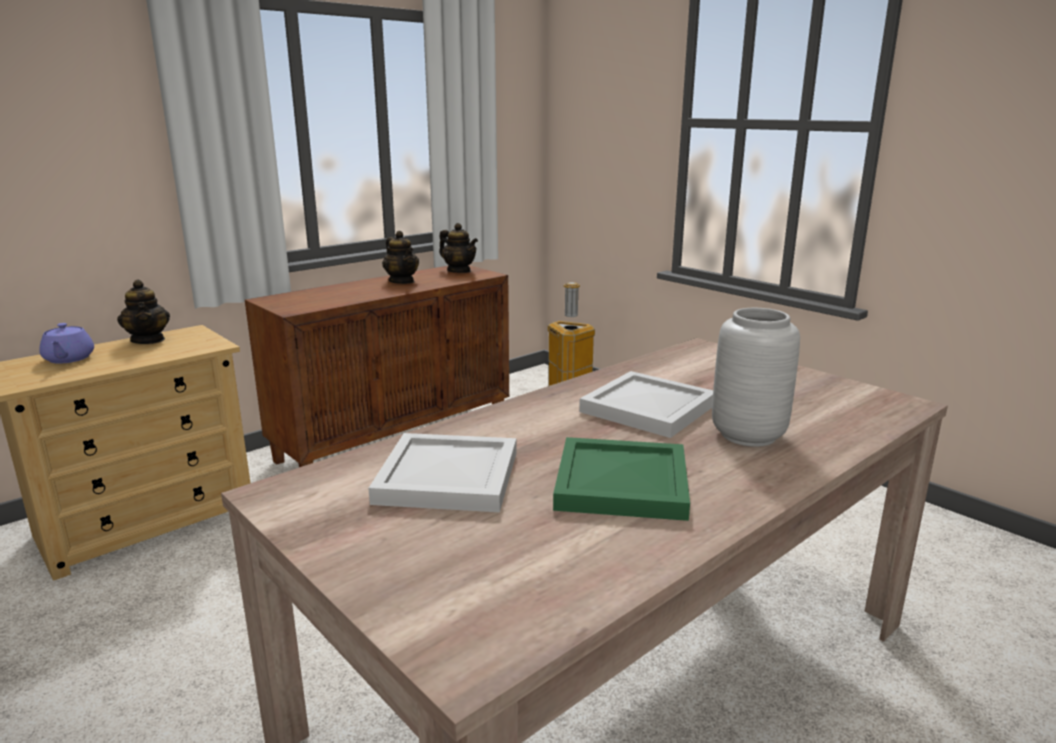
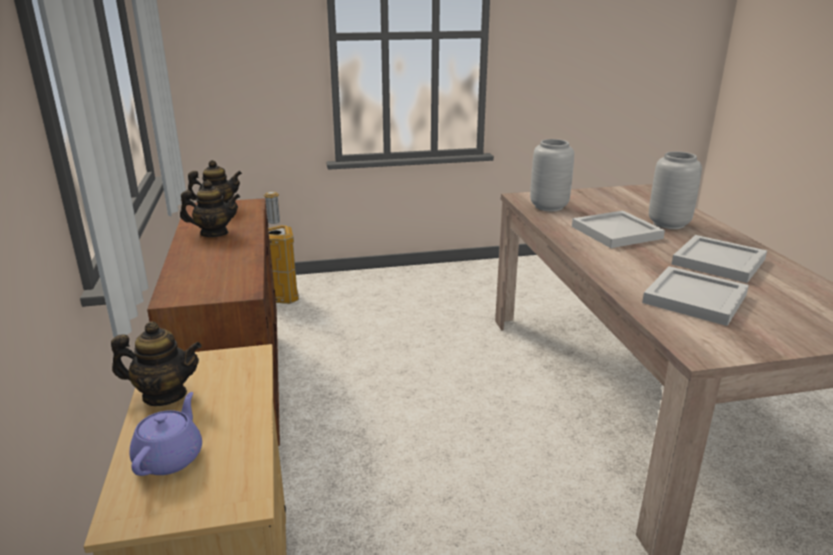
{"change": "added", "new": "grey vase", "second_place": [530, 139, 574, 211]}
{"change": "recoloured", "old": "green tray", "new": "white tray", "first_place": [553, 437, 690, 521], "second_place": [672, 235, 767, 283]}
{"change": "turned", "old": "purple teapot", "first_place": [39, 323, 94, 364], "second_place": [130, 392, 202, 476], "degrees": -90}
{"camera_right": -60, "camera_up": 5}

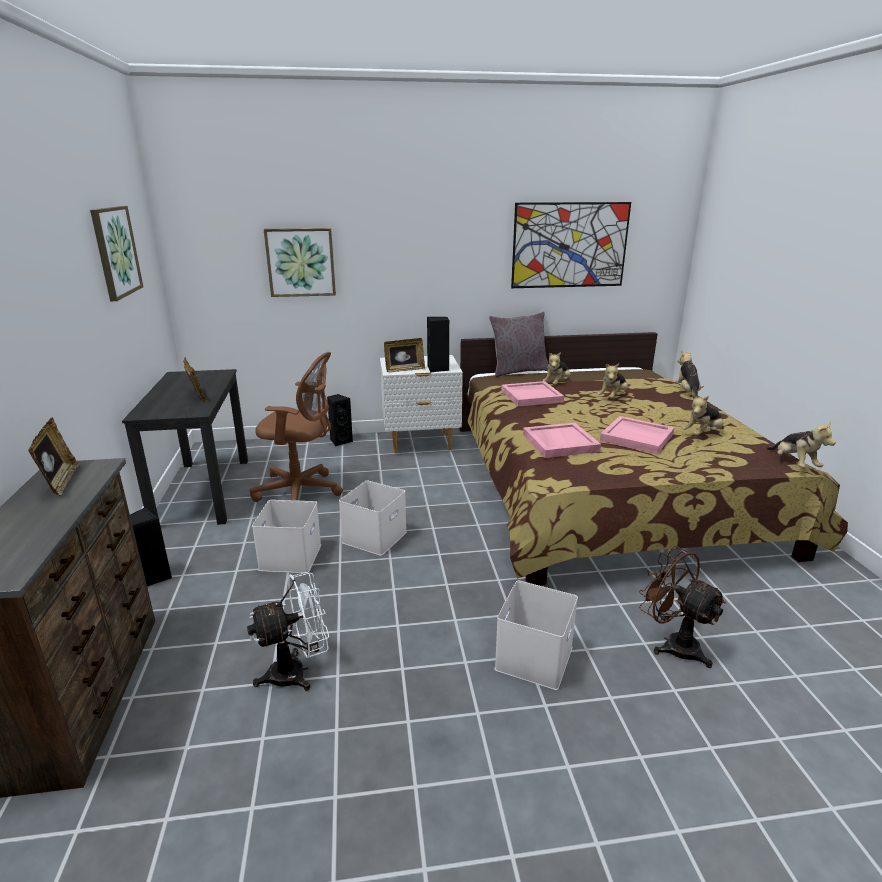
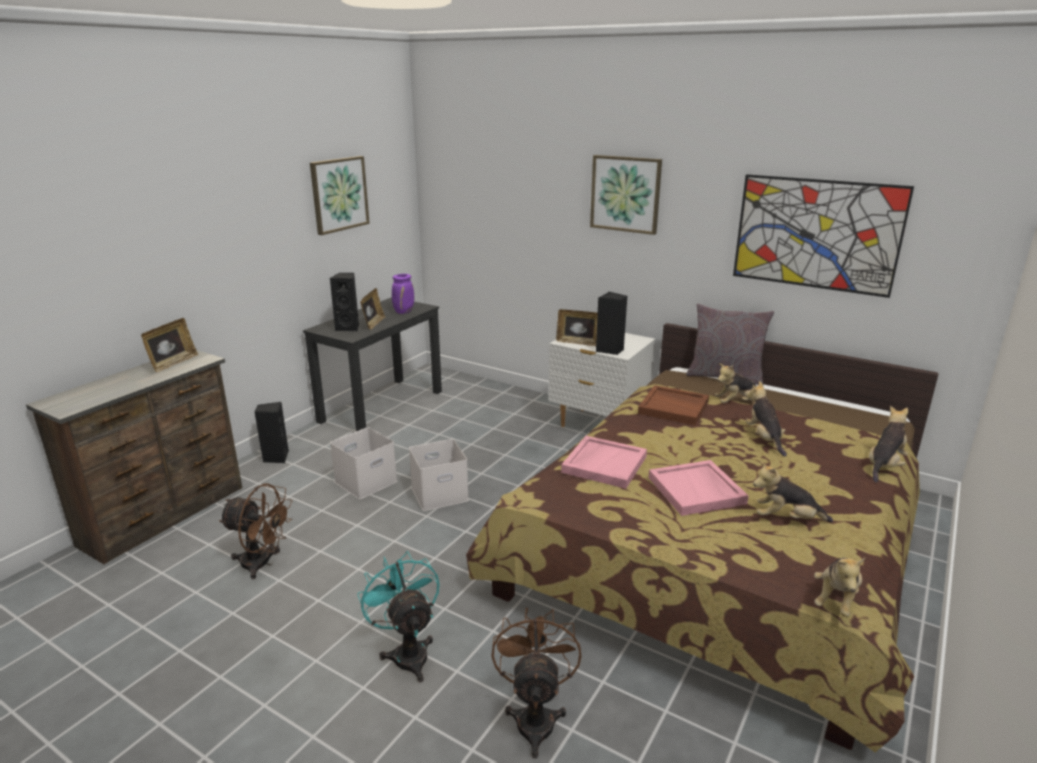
{"change": "removed", "old": "brown office chair", "first_place": [250, 352, 343, 502]}
{"change": "added", "new": "purple vase", "second_place": [392, 274, 414, 314]}
{"change": "moved", "old": "picture", "first_place": [264, 228, 336, 297], "second_place": [590, 155, 662, 235]}
{"change": "moved", "old": "black speaker", "first_place": [327, 394, 353, 446], "second_place": [330, 273, 359, 331]}
{"change": "replaced", "old": "white storage box", "new": "turquoise fan", "first_place": [495, 580, 578, 690], "second_place": [357, 551, 439, 682]}
{"change": "recoloured", "old": "white fan", "new": "brown fan", "first_place": [247, 572, 329, 691], "second_place": [219, 484, 292, 579]}
{"change": "recoloured", "old": "pink tray", "new": "brown tray", "first_place": [501, 381, 564, 407], "second_place": [638, 385, 709, 425]}
{"change": "turned", "old": "plush toy", "first_place": [597, 363, 628, 399], "second_place": [746, 381, 787, 457], "degrees": 90}
{"camera_right": 40, "camera_up": 0}

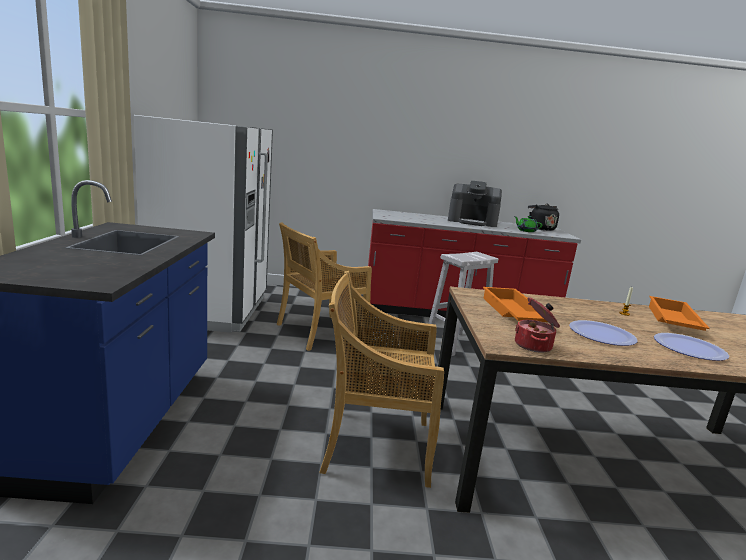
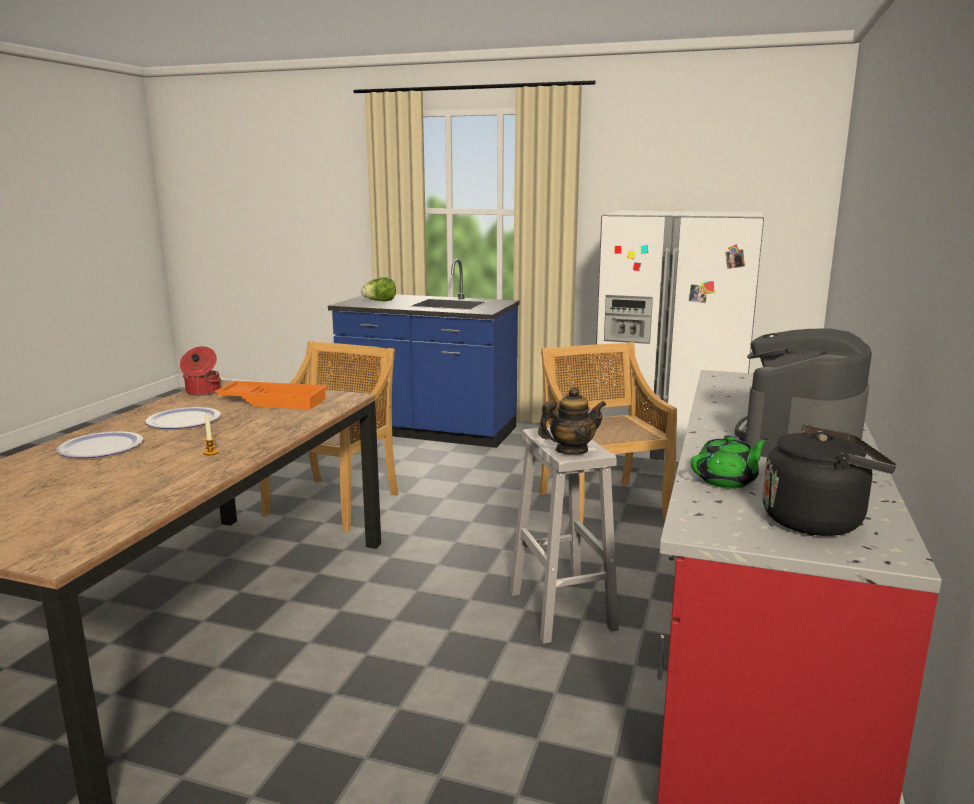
{"change": "removed", "old": "orange tray", "first_place": [649, 296, 710, 331]}
{"change": "added", "new": "lettuce", "second_place": [361, 277, 396, 301]}
{"change": "added", "new": "teapot", "second_place": [538, 387, 606, 455]}
{"camera_right": 110, "camera_up": 0}

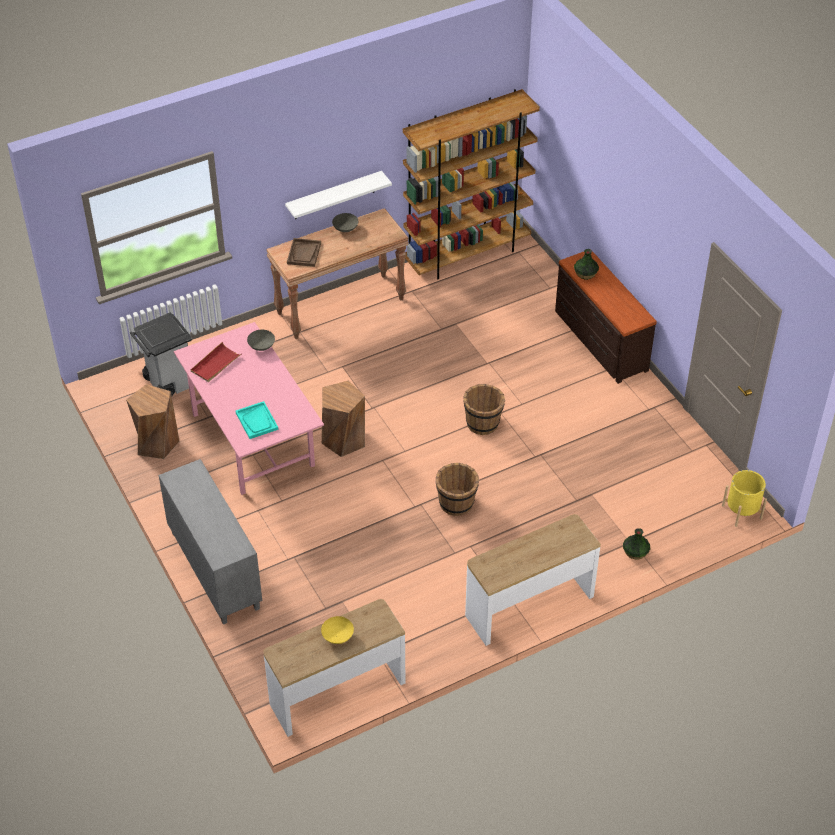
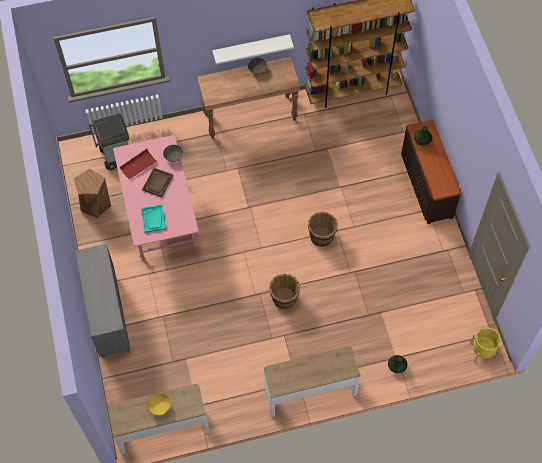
{"change": "removed", "old": "brown stool", "first_place": [322, 380, 365, 457]}
{"change": "moved", "old": "brown tray", "first_place": [287, 238, 321, 267], "second_place": [142, 168, 173, 197]}
{"camera_right": 15, "camera_up": 15}

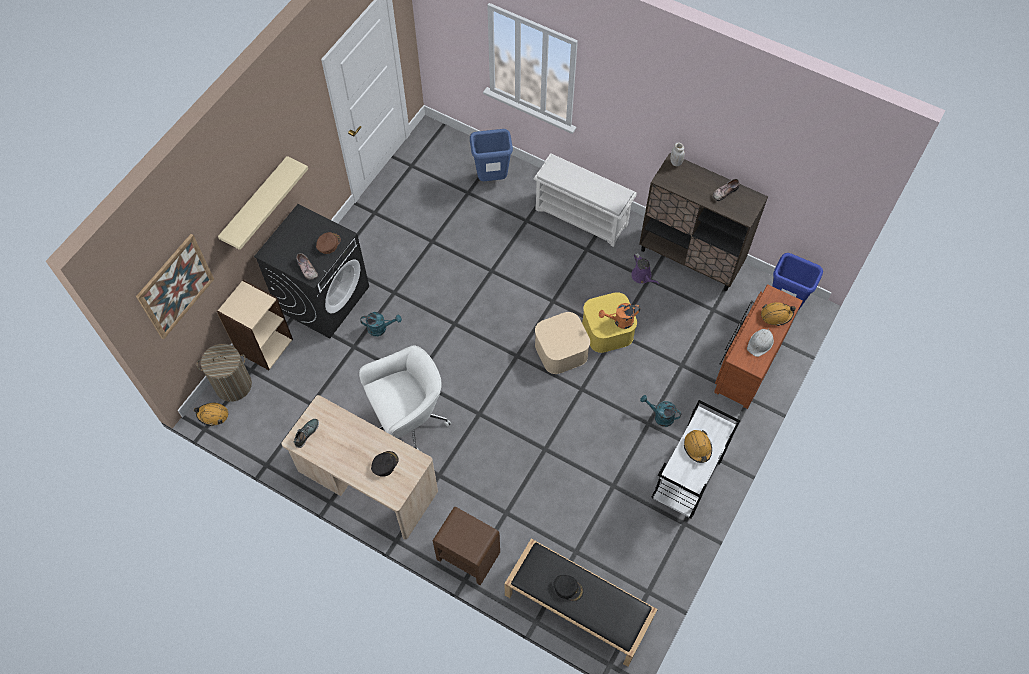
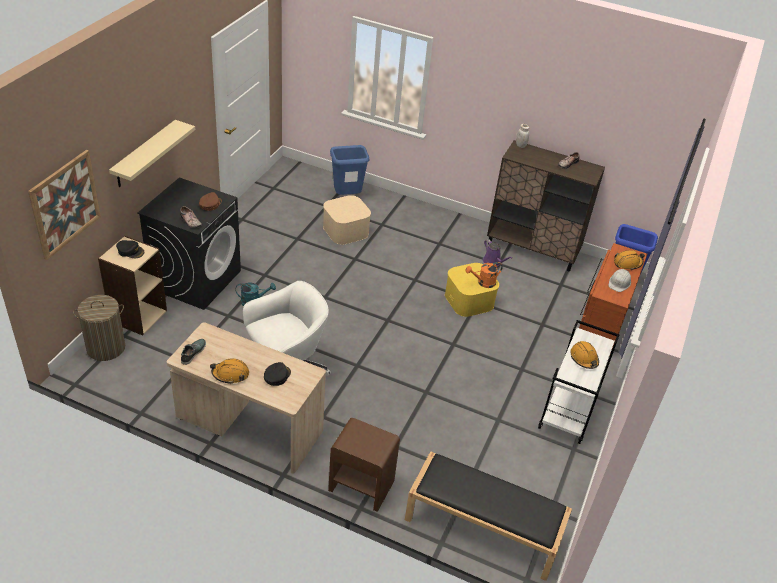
{"change": "removed", "old": "white shoe rack", "first_place": [533, 153, 637, 247]}
{"change": "removed", "old": "turquoise watering can", "first_place": [640, 395, 681, 427]}
{"change": "moved", "old": "orange hard hat", "first_place": [194, 403, 228, 426], "second_place": [210, 358, 249, 384]}
{"change": "moved", "old": "beige storage box", "first_place": [535, 312, 590, 374], "second_place": [323, 195, 371, 245]}
{"change": "moved", "old": "black cap", "first_place": [553, 575, 584, 601], "second_place": [116, 240, 144, 258]}
{"camera_right": -10, "camera_up": -20}

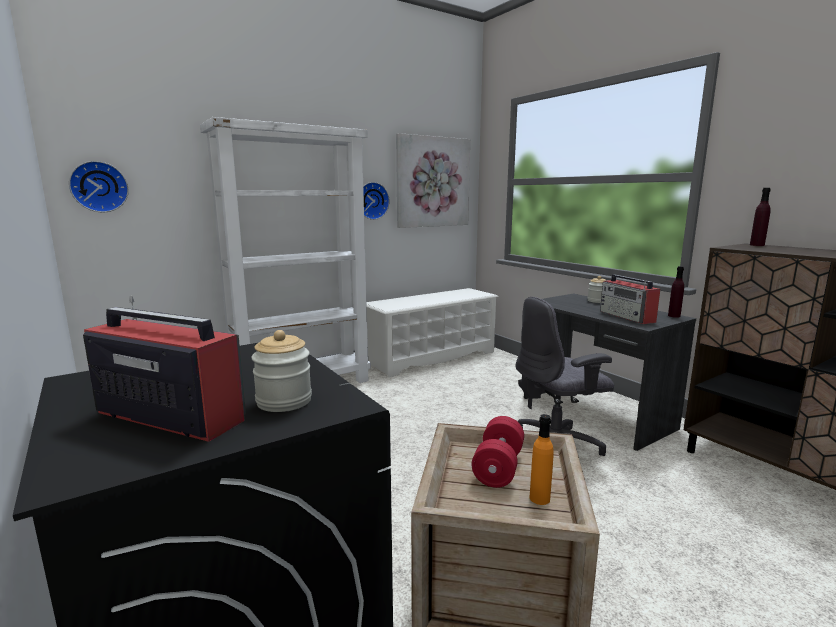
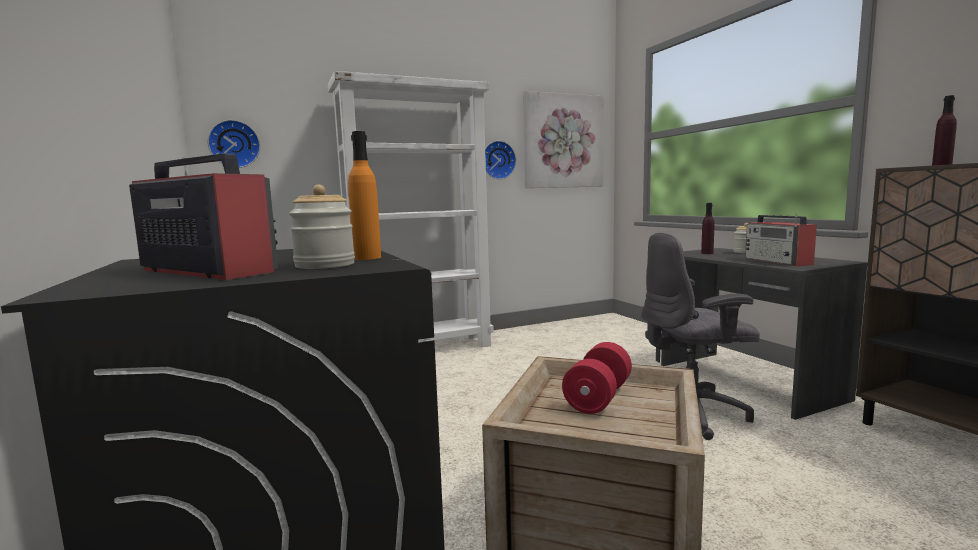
{"change": "removed", "old": "white shoe rack", "first_place": [366, 288, 499, 377]}
{"change": "moved", "old": "orange bottle", "first_place": [530, 414, 554, 505], "second_place": [348, 131, 381, 260]}
{"change": "moved", "old": "purple bottle", "first_place": [668, 266, 684, 318], "second_place": [701, 203, 715, 254]}
{"camera_right": 10, "camera_up": -5}

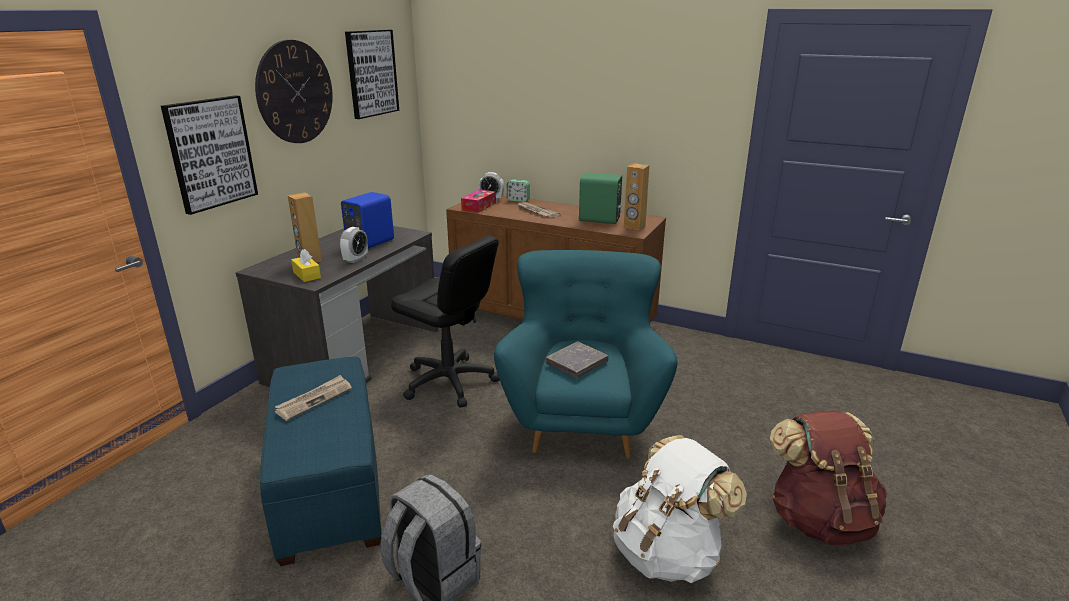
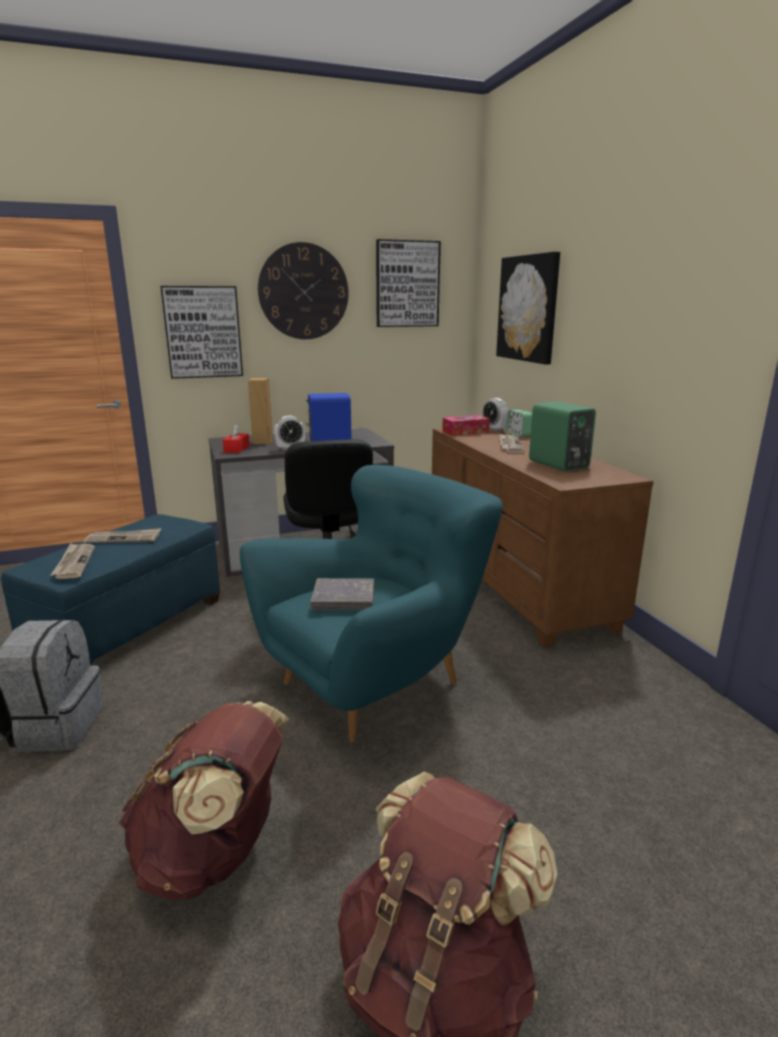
{"change": "removed", "old": "brown speaker", "first_place": [624, 163, 649, 230]}
{"change": "added", "new": "newspaper", "second_place": [51, 543, 95, 579]}
{"change": "added", "new": "picture", "second_place": [496, 251, 560, 365]}
{"change": "recoloured", "old": "yellow tissue box", "new": "red tissue box", "first_place": [291, 249, 321, 282], "second_place": [223, 424, 250, 453]}
{"change": "recoloured", "old": "white backpack", "new": "brown backpack", "first_place": [613, 435, 747, 583], "second_place": [119, 701, 289, 900]}
{"camera_right": 45, "camera_up": -5}

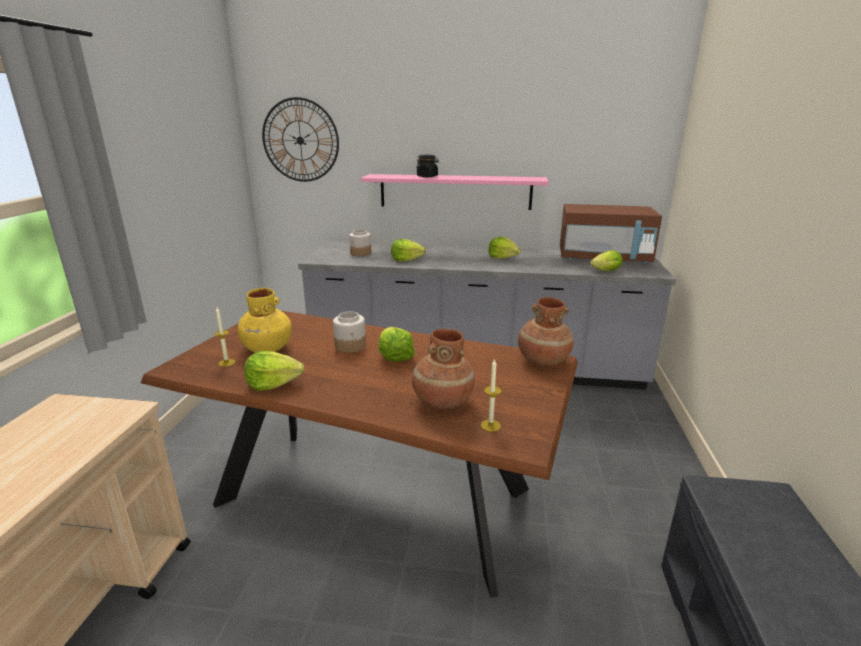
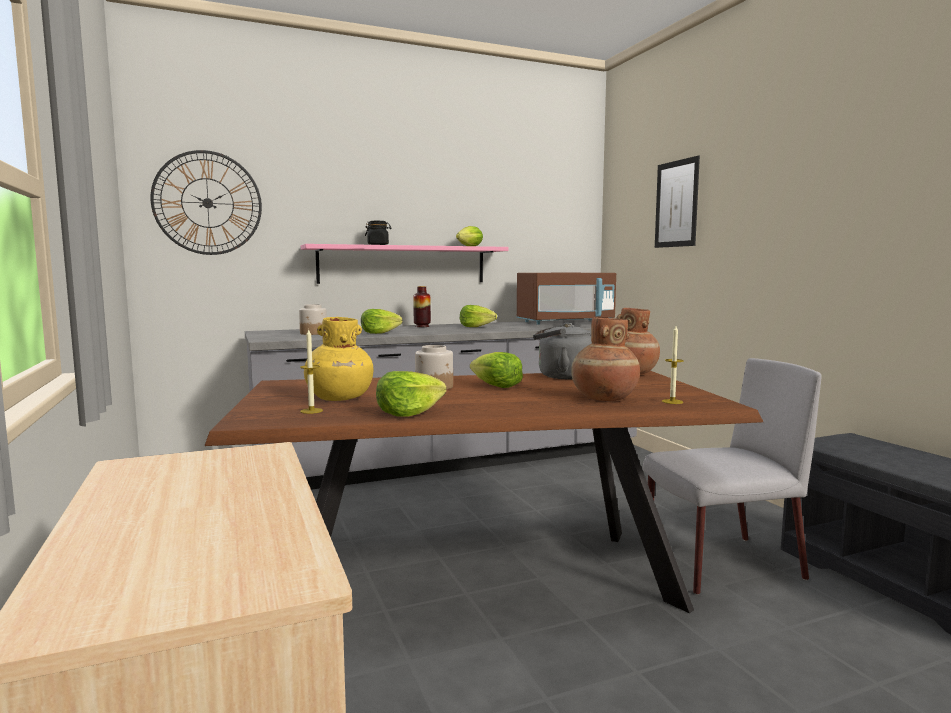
{"change": "added", "new": "vase", "second_place": [413, 286, 431, 327]}
{"change": "added", "new": "grey kettle", "second_place": [533, 323, 592, 379]}
{"change": "added", "new": "grey chair", "second_place": [643, 358, 821, 595]}
{"change": "added", "new": "picture", "second_place": [655, 155, 700, 248]}
{"change": "moved", "old": "lettuce", "first_place": [590, 250, 623, 271], "second_place": [456, 226, 483, 246]}
{"camera_right": -30, "camera_up": -15}

